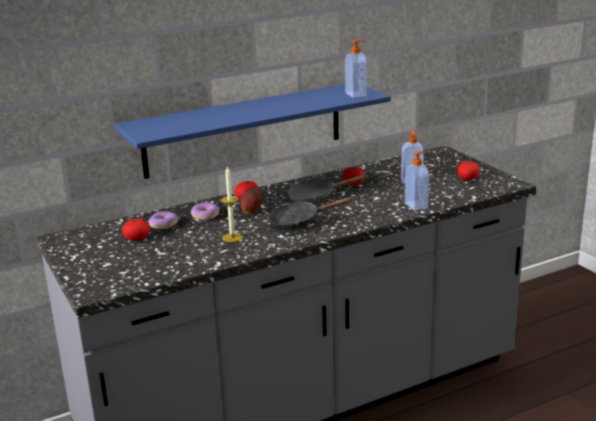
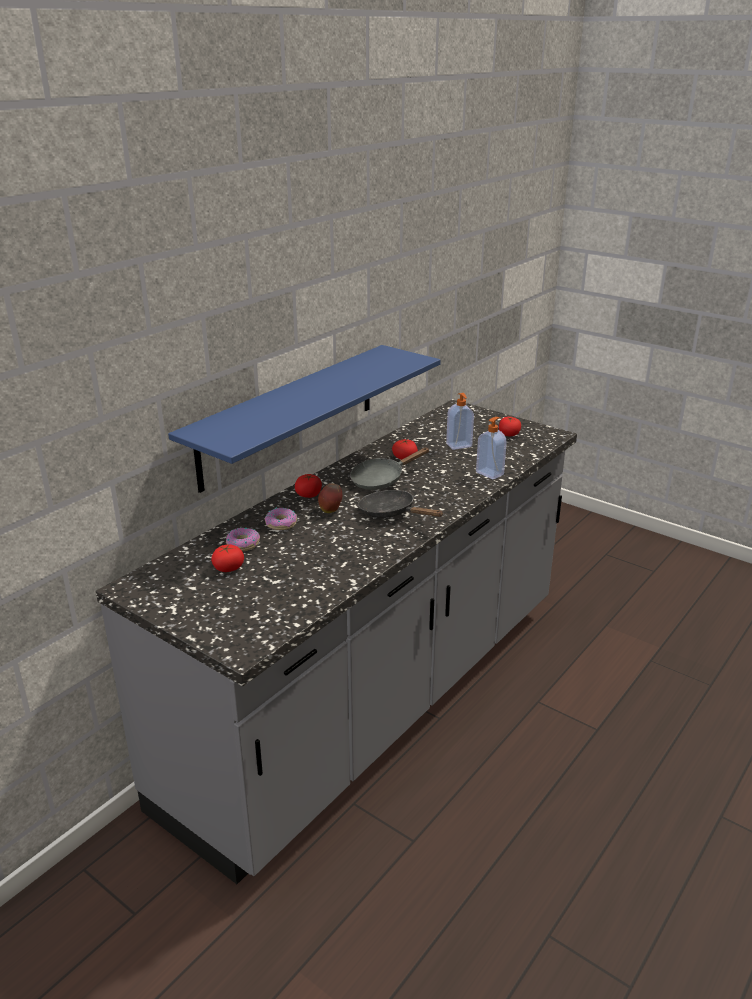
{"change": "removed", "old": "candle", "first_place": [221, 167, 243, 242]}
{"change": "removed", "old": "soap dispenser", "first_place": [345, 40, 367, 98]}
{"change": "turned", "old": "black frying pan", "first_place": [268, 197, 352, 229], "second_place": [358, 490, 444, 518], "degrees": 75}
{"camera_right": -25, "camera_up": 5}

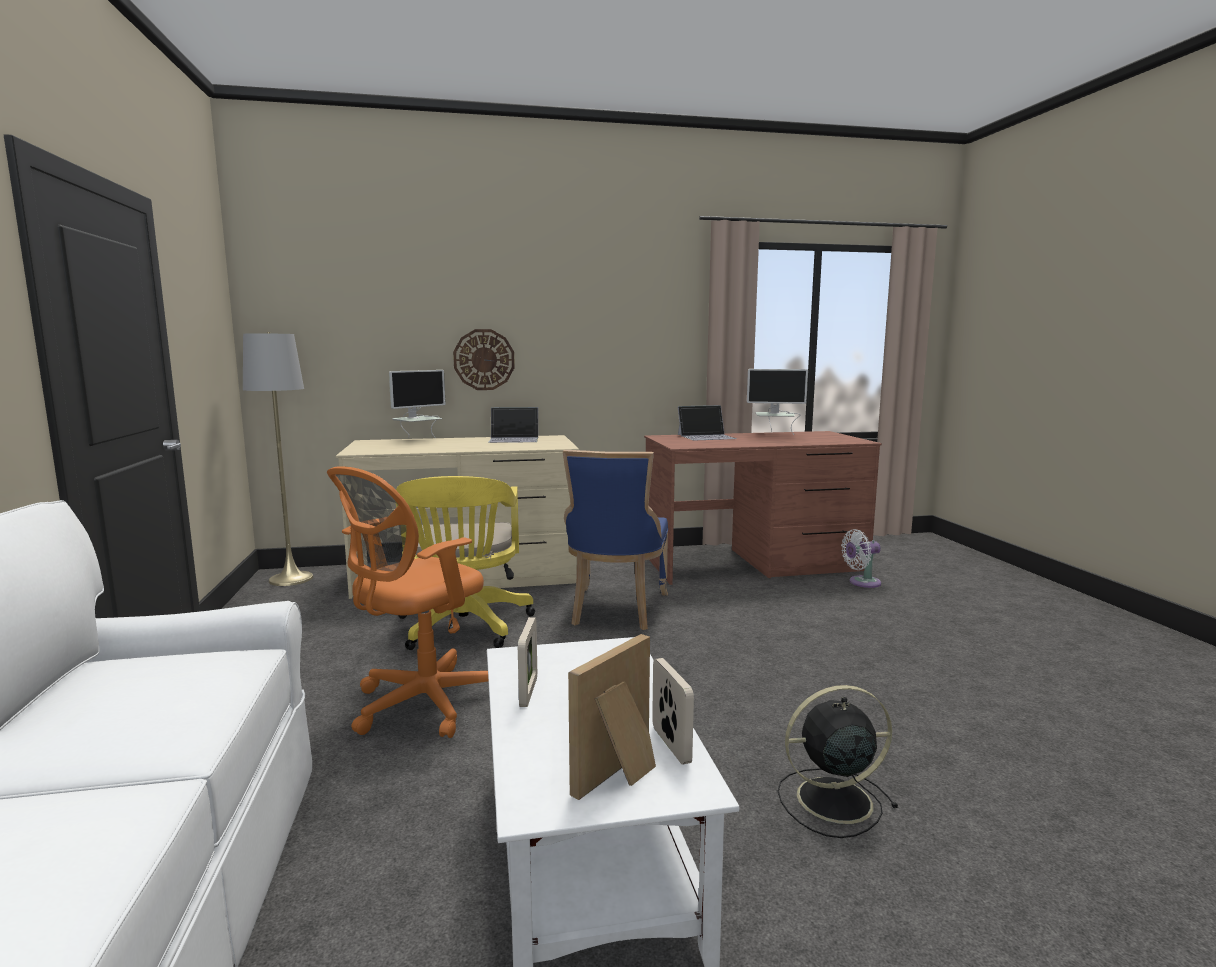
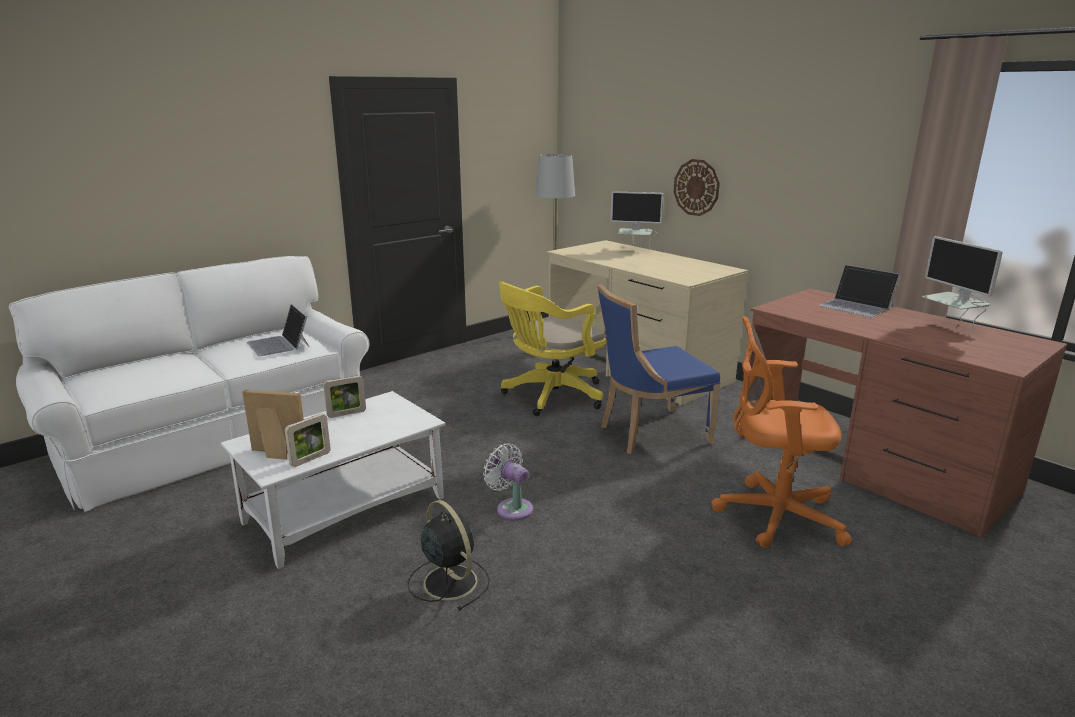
{"change": "moved", "old": "orange office chair", "first_place": [327, 466, 488, 738], "second_place": [712, 316, 852, 548]}
{"change": "moved", "old": "laptop", "first_place": [488, 407, 538, 443], "second_place": [247, 304, 309, 356]}
{"change": "moved", "old": "white fan", "first_place": [841, 529, 881, 588], "second_place": [483, 443, 533, 520]}
{"camera_right": 60, "camera_up": 10}

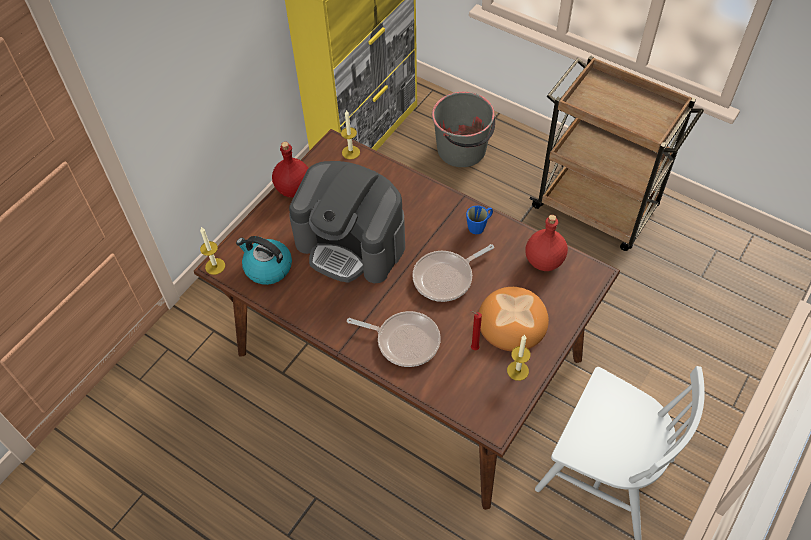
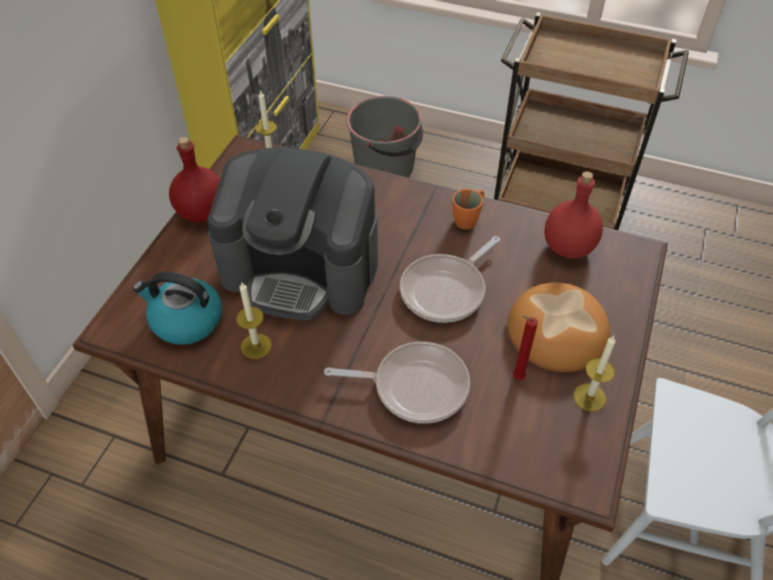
{"change": "moved", "old": "candle", "first_place": [200, 227, 225, 275], "second_place": [236, 283, 272, 359]}
{"change": "recoloured", "old": "blue mug", "new": "orange mug", "first_place": [466, 206, 493, 234], "second_place": [452, 189, 484, 230]}
{"camera_right": -15, "camera_up": -5}

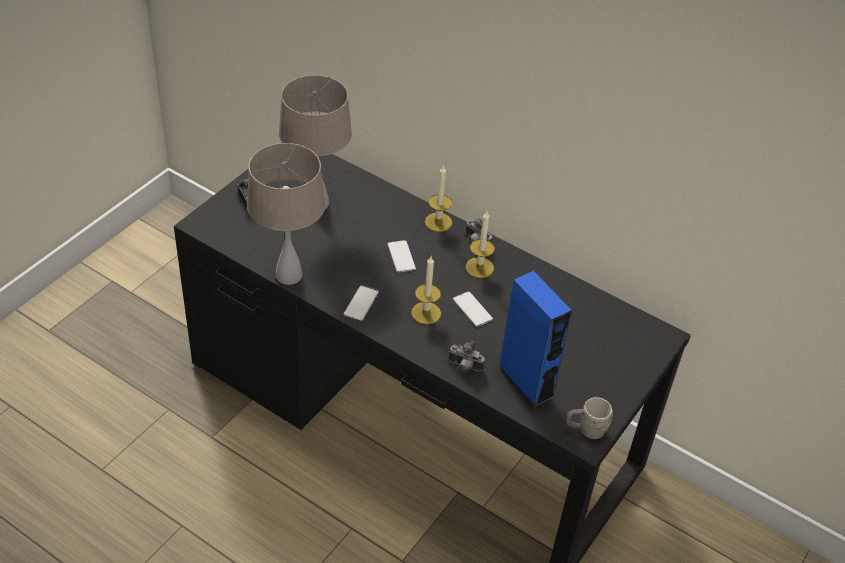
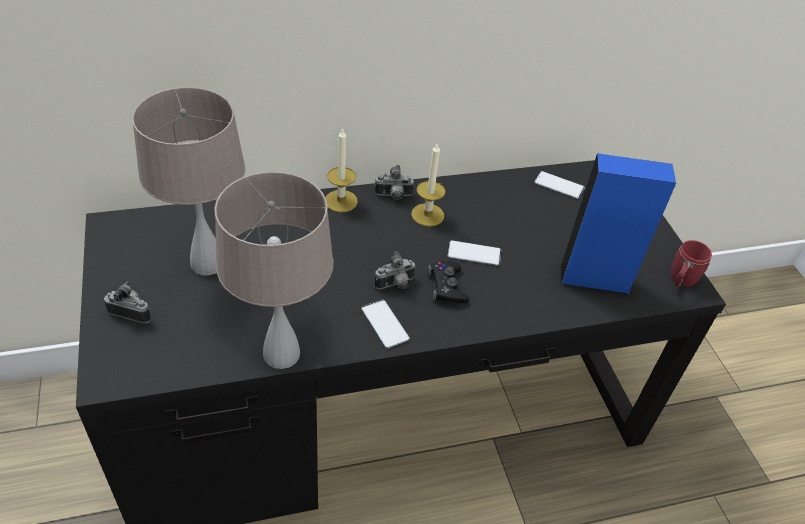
{"change": "moved", "old": "phone", "first_place": [387, 240, 416, 273], "second_place": [534, 171, 585, 199]}
{"change": "moved", "old": "photo camera", "first_place": [449, 341, 485, 373], "second_place": [374, 251, 416, 289]}
{"change": "replaced", "old": "candle", "new": "black game controller", "first_place": [411, 257, 441, 324], "second_place": [428, 261, 469, 304]}
{"change": "recoloured", "old": "grey mug", "new": "red mug", "first_place": [566, 397, 613, 439], "second_place": [671, 240, 712, 287]}
{"camera_right": -50, "camera_up": 0}

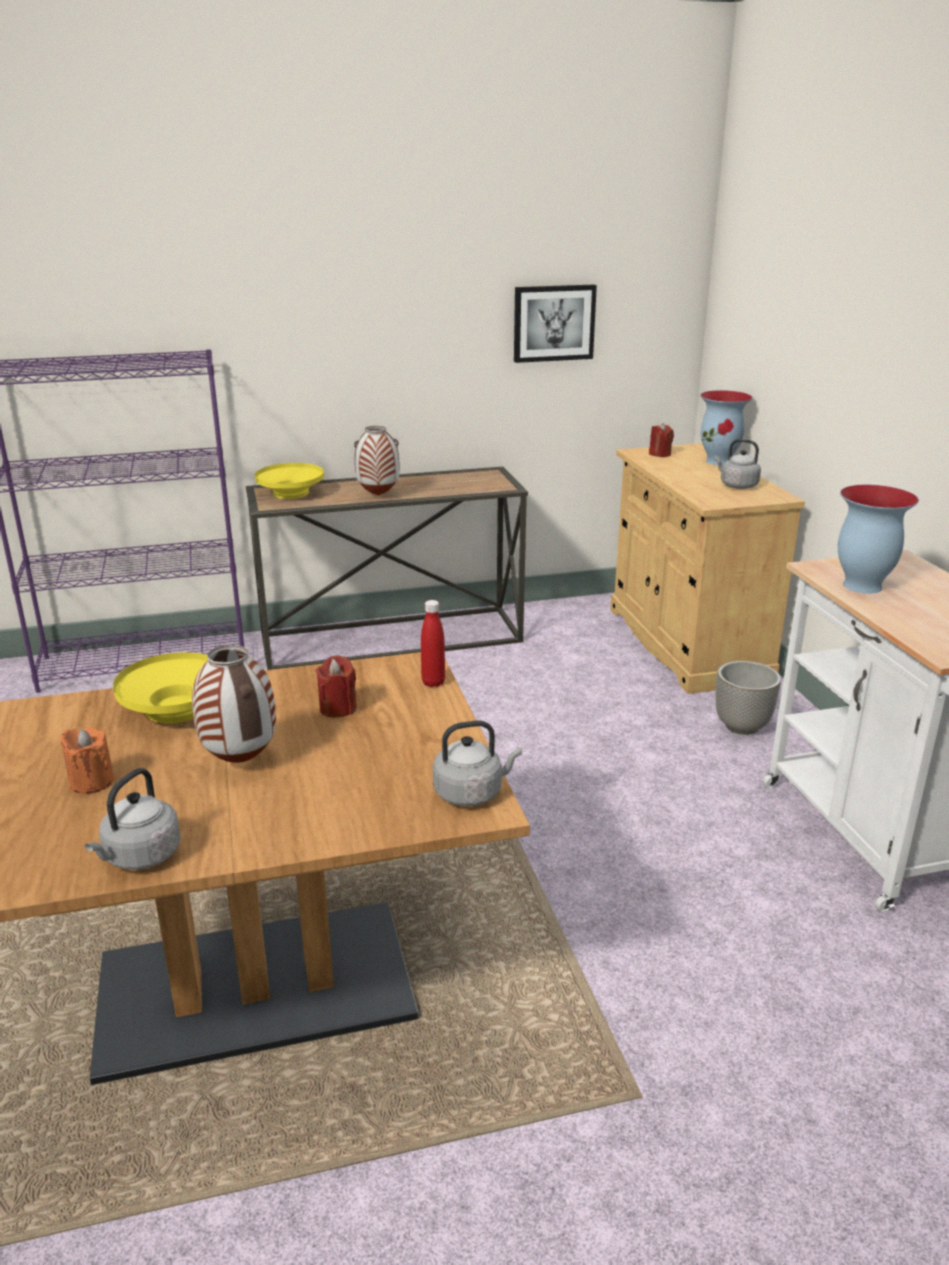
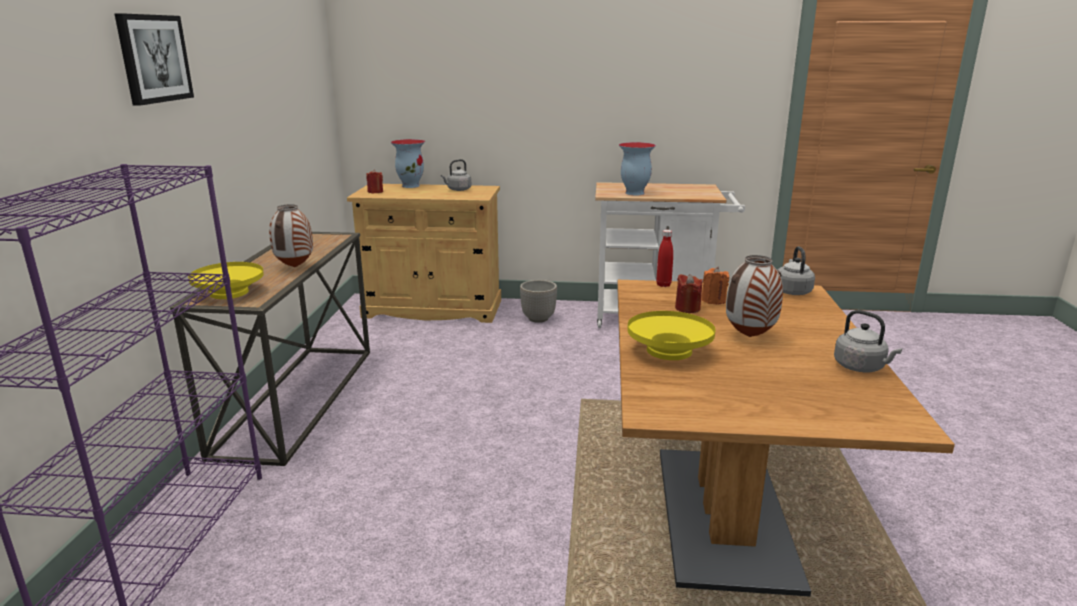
{"change": "moved", "old": "orange candle", "first_place": [60, 727, 114, 794], "second_place": [701, 267, 729, 304]}
{"change": "moved", "old": "picture", "first_place": [514, 285, 597, 363], "second_place": [114, 13, 194, 106]}
{"camera_right": -70, "camera_up": -5}

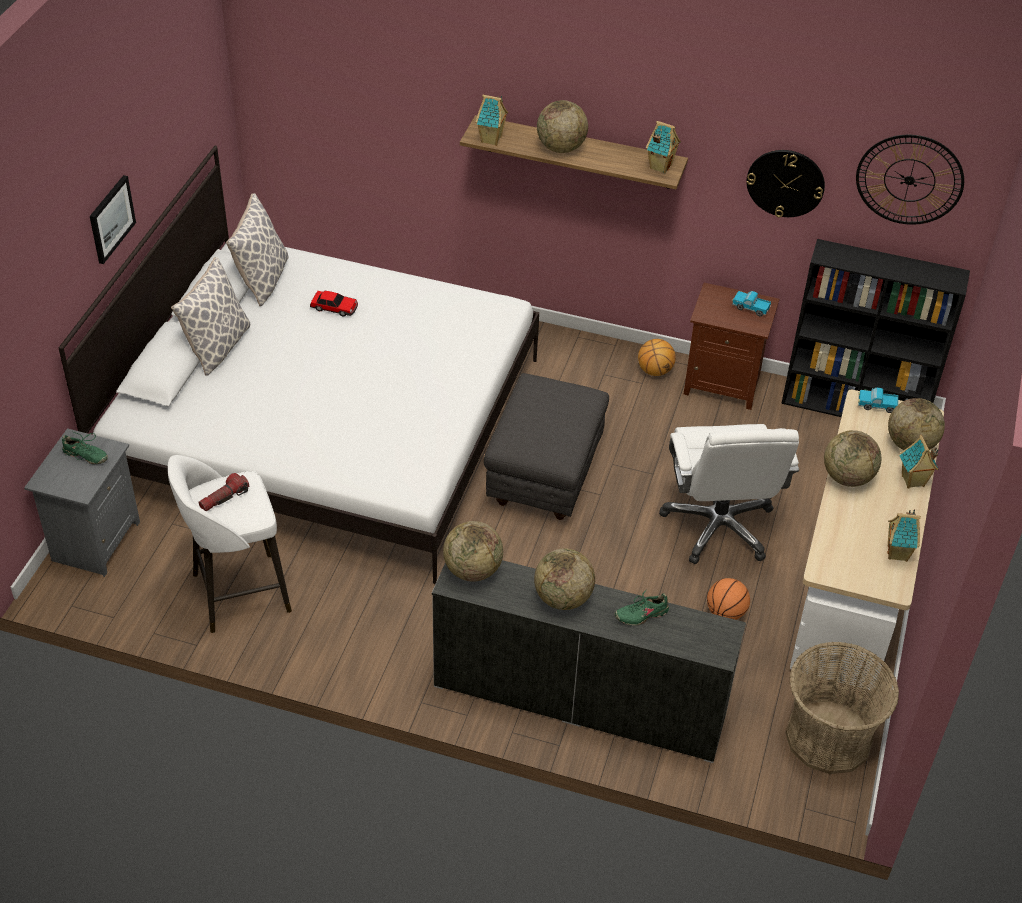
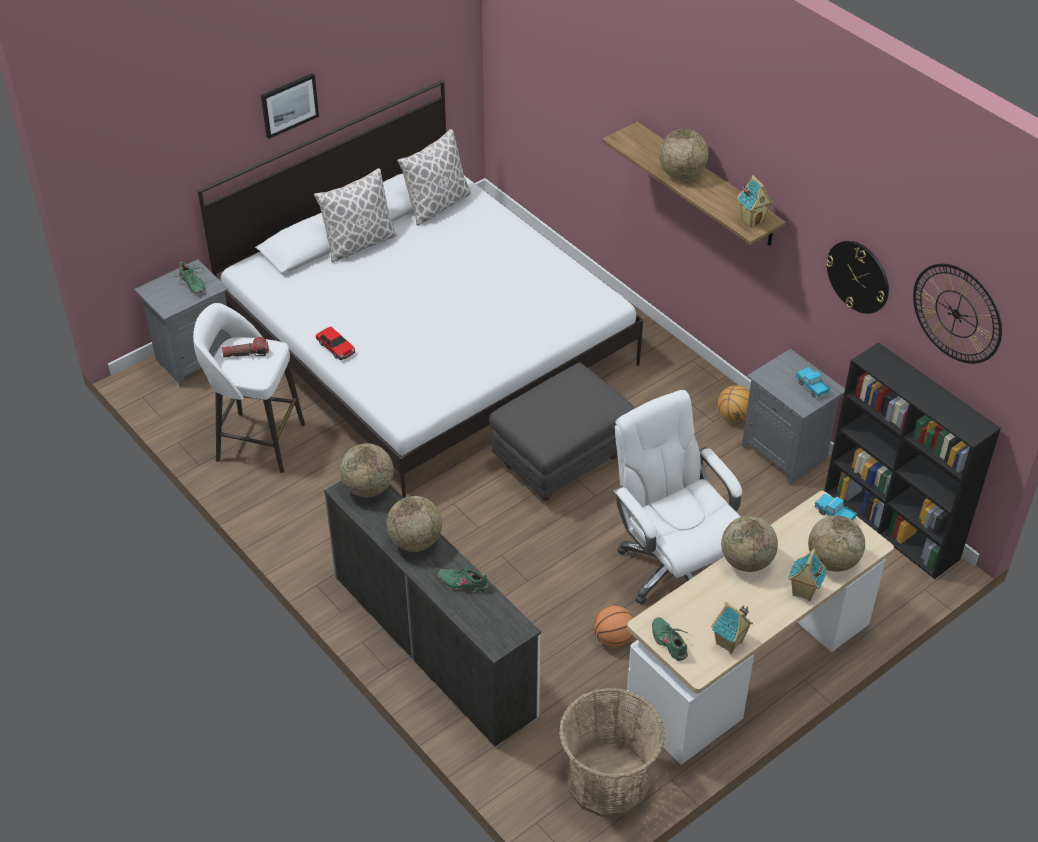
{"change": "removed", "old": "toy house", "first_place": [476, 95, 508, 146]}
{"change": "added", "new": "green shoe", "second_place": [652, 617, 691, 661]}
{"change": "moved", "old": "toy car", "first_place": [310, 291, 358, 317], "second_place": [316, 327, 355, 360]}
{"change": "recoloured", "old": "brown nightstand", "new": "grey nightstand", "first_place": [684, 283, 779, 410], "second_place": [742, 349, 845, 485]}
{"change": "turned", "old": "white office chair", "first_place": [659, 424, 799, 564], "second_place": [613, 390, 742, 604], "degrees": 120}
{"camera_right": 35, "camera_up": 0}

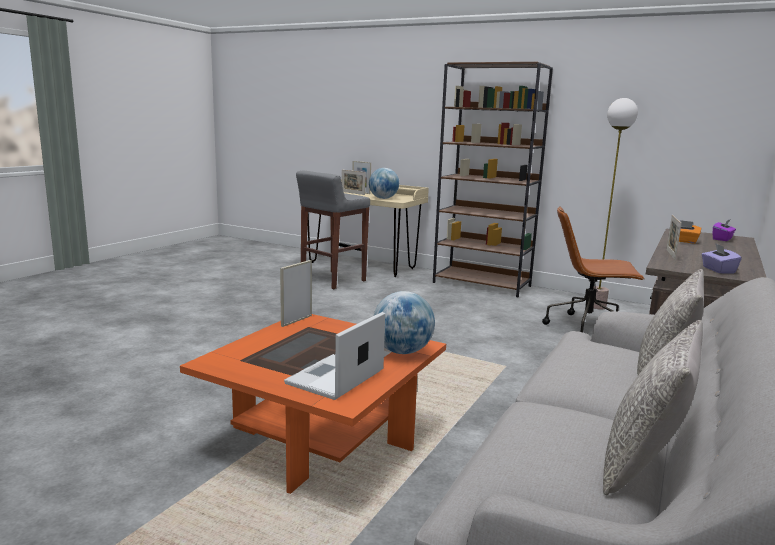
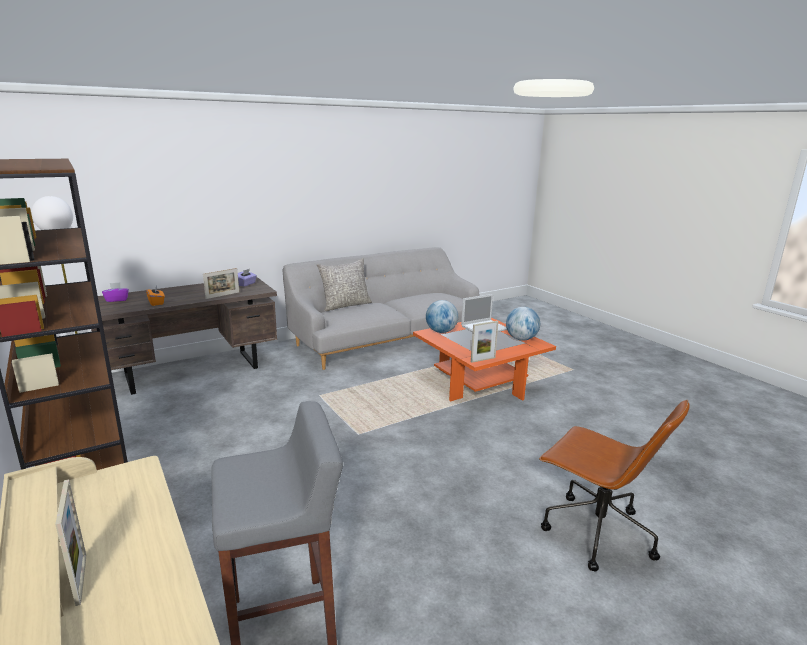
{"change": "removed", "old": "picture frame", "first_place": [342, 170, 366, 195]}
{"change": "removed", "old": "grey pillow", "first_place": [603, 320, 703, 495]}
{"change": "moved", "old": "globe", "first_place": [369, 168, 399, 199], "second_place": [506, 307, 540, 341]}
{"change": "moved", "old": "brown office chair", "first_place": [542, 206, 644, 333], "second_place": [539, 400, 690, 572]}
{"camera_right": -150, "camera_up": 5}

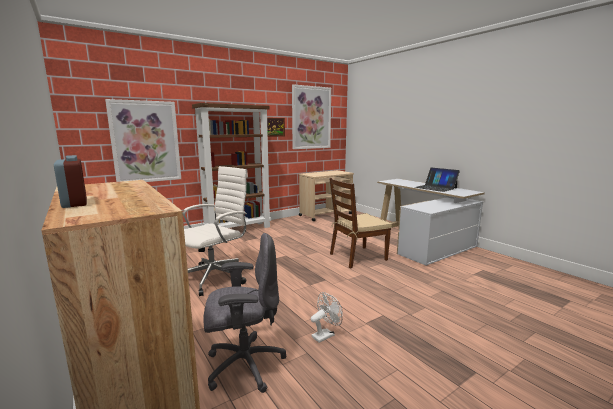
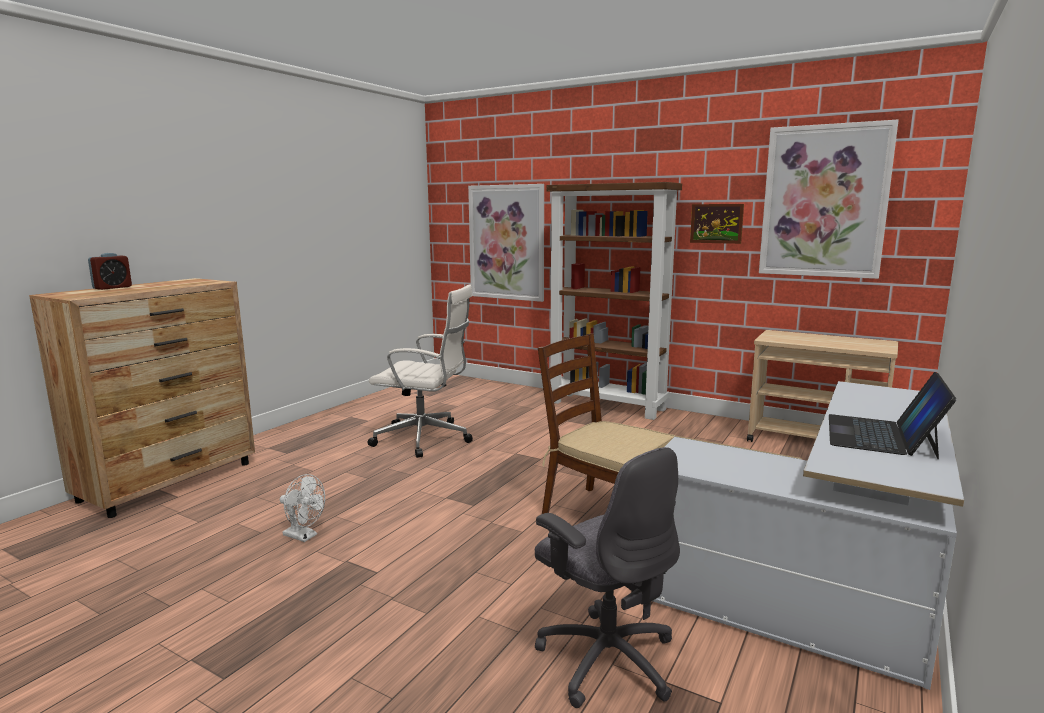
{"change": "moved", "old": "grey office chair", "first_place": [203, 233, 286, 393], "second_place": [535, 447, 680, 708]}
{"camera_right": 65, "camera_up": 0}

